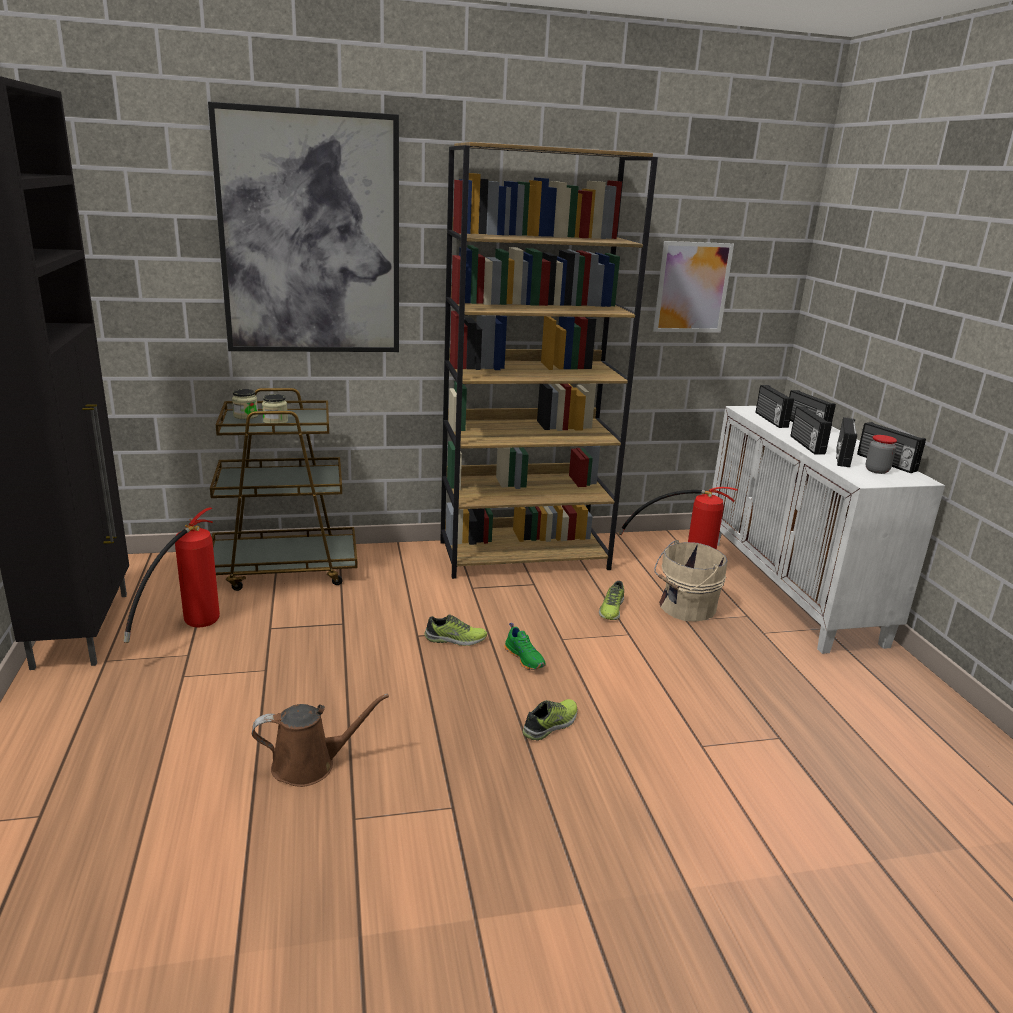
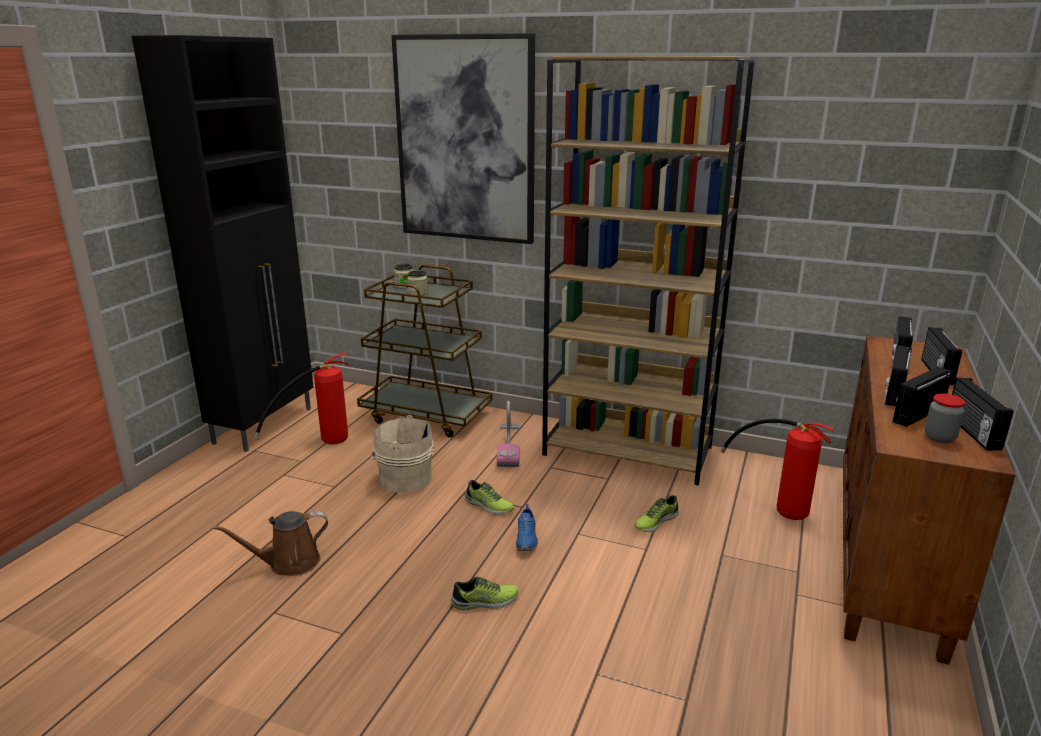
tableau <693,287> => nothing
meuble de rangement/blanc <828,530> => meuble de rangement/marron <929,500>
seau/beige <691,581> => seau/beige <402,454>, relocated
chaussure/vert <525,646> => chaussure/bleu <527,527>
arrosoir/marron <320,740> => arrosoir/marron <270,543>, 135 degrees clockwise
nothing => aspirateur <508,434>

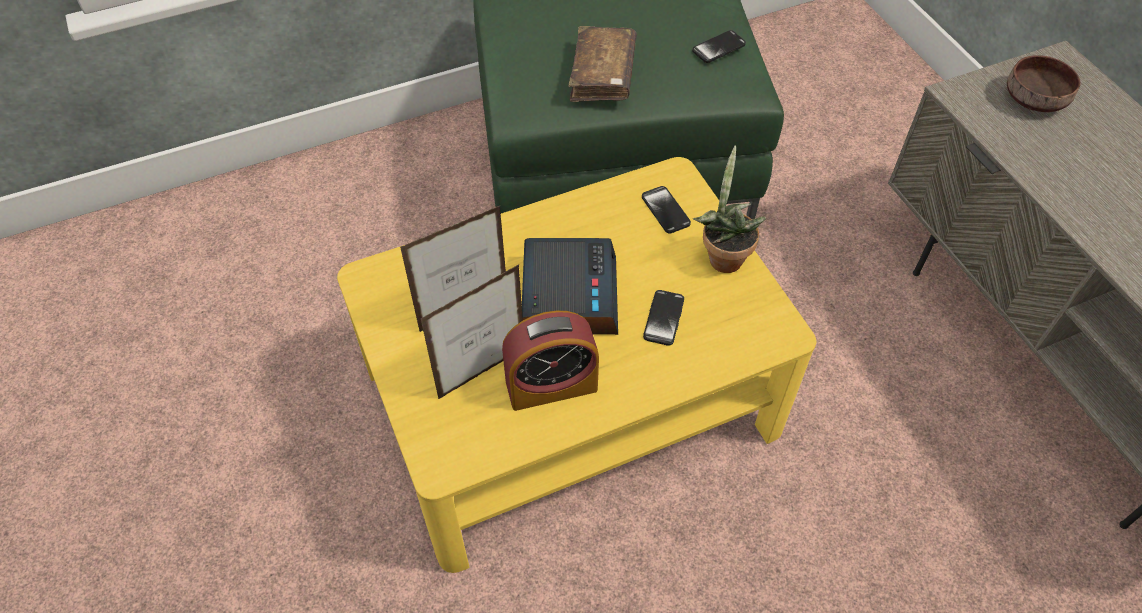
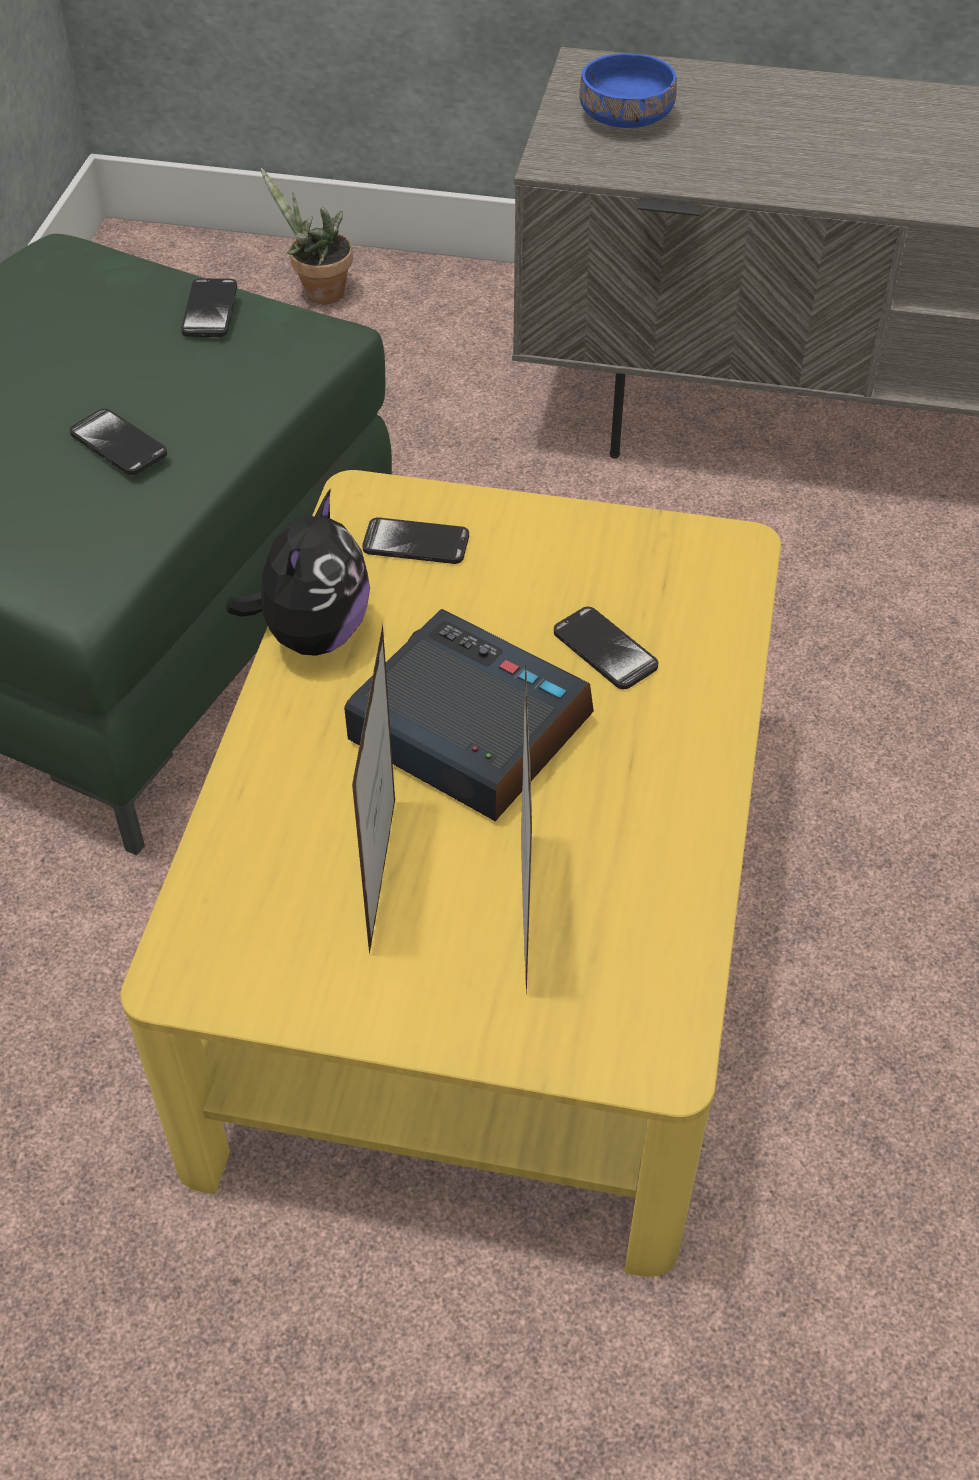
livre/marron <603,64> => téléphone <118,441>
bol/marron <1043,83> => bol/bleu <628,90>
plante en pot <729,209> => plante en pot <306,236>, relocated
réveil <550,361> => nothing
nothing => peluche <298,572>

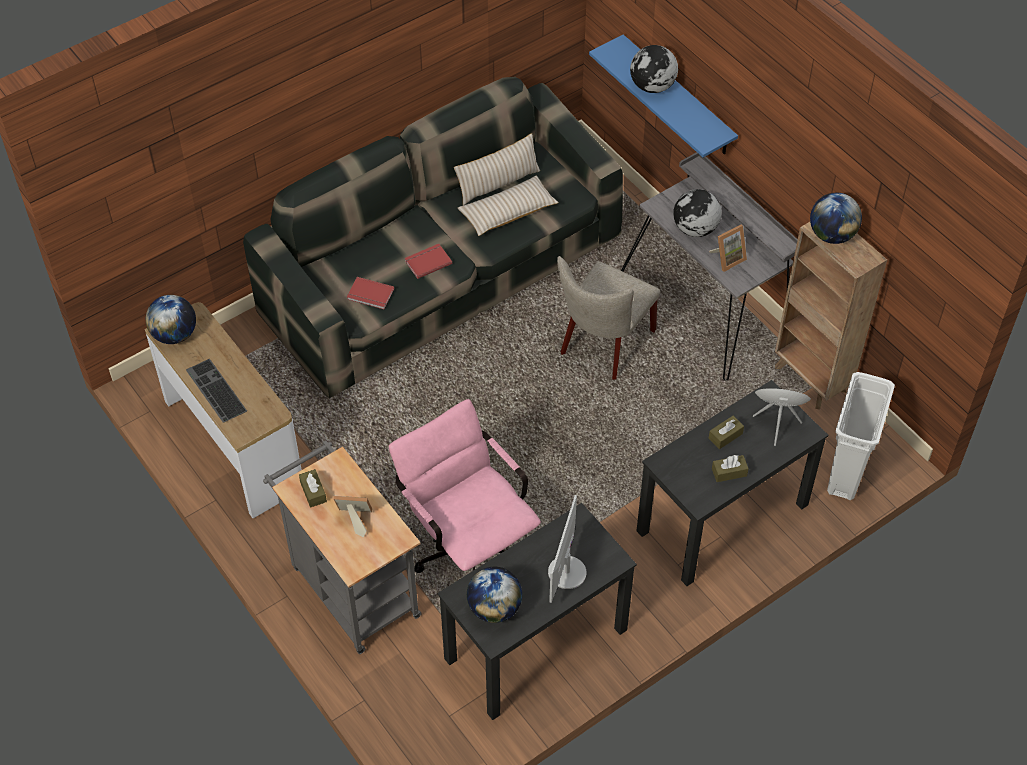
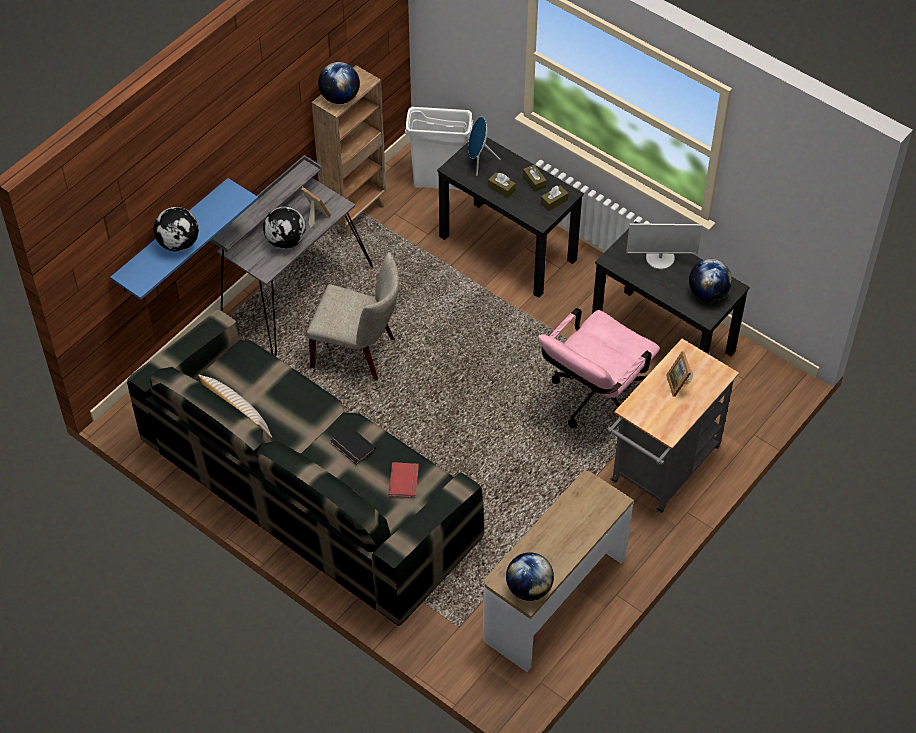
coussin/beige <508,206> => nothing
livre/rouge <428,261> => livre/noir <353,445>
clavier <216,391> => nothing
boîte à mouchoirs/marron <313,488> => boîte à mouchoirs/marron <554,198>, relocated

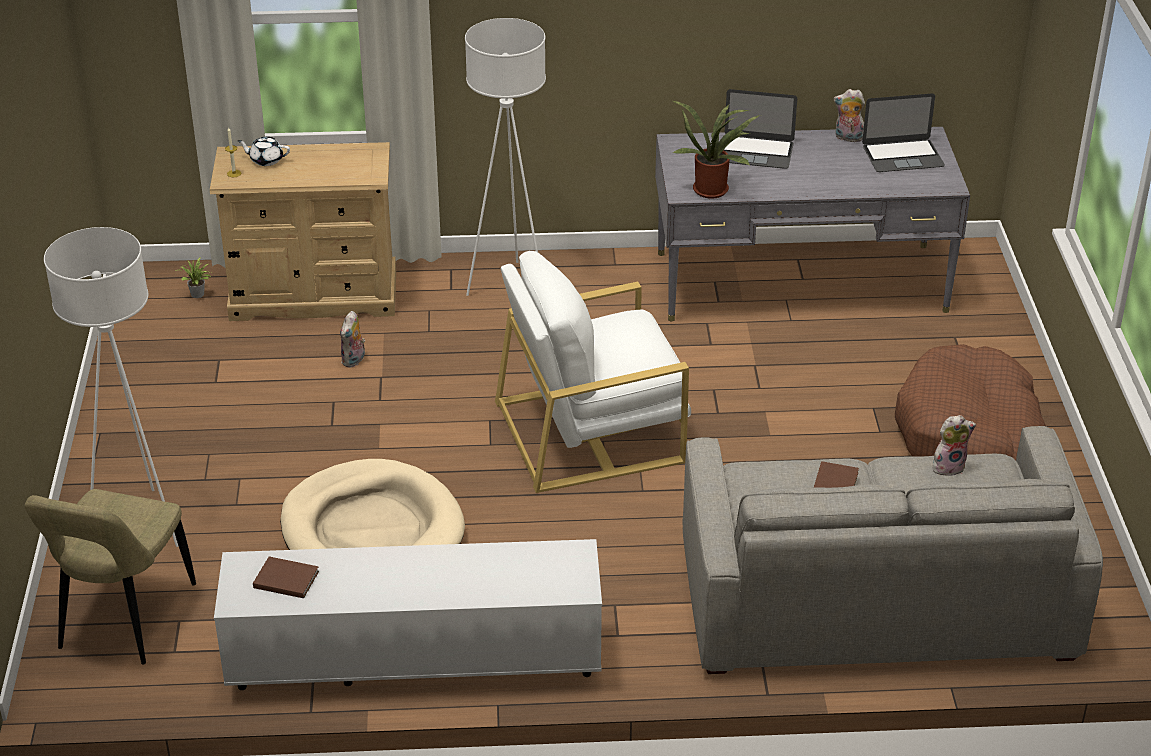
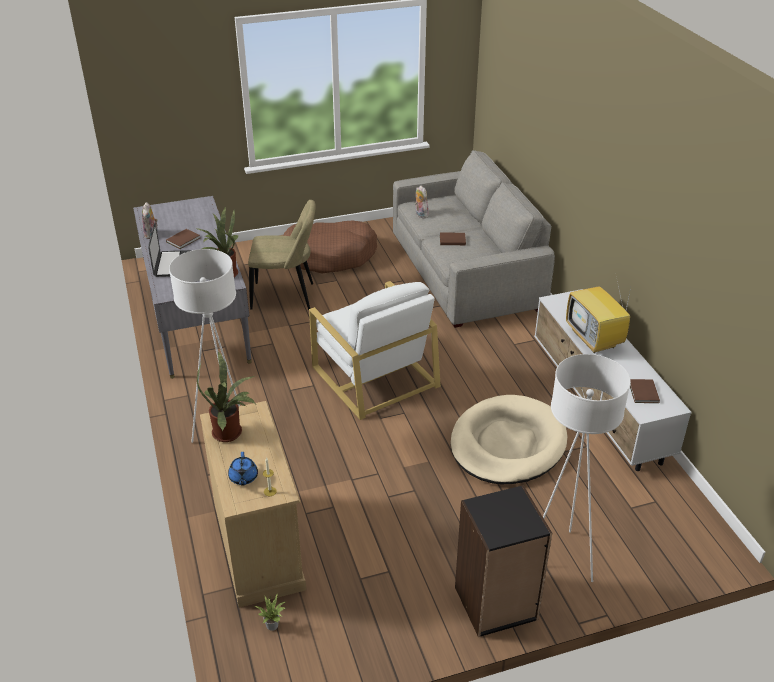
ordinateur portable <903,133> => nothing
théière/blanc <264,151> => théière/bleu <243,469>
peluche <352,339> => nothing
chaise/beige <110,577> => chaise/beige <282,255>, relocated
nothing => livre/marron <183,239>
nothing => téléviseur <598,314>
nothing => plante en pot <226,397>
nothing => bibliothèque/noir <503,561>

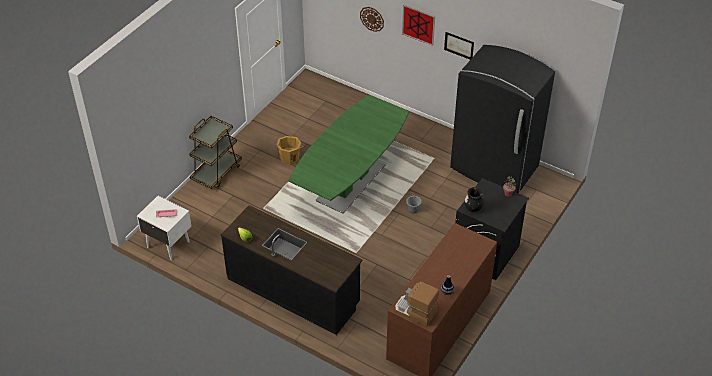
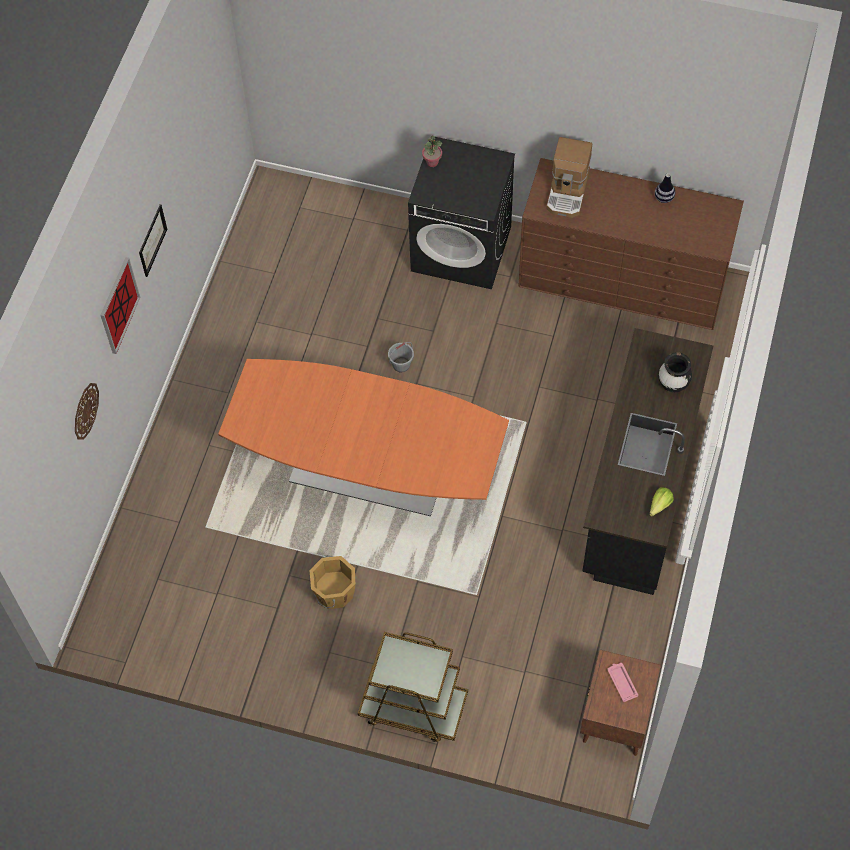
réfrigérateur/noir <502,119> => nothing
table à manger/vert <348,154> => table à manger/orange <363,437>
vase/noir <474,200> => vase/noir <675,372>, relocated
table de chevet/blanc <164,228> => table de chevet/marron <620,703>
machine à café <417,304> => machine à café <569,177>, relocated

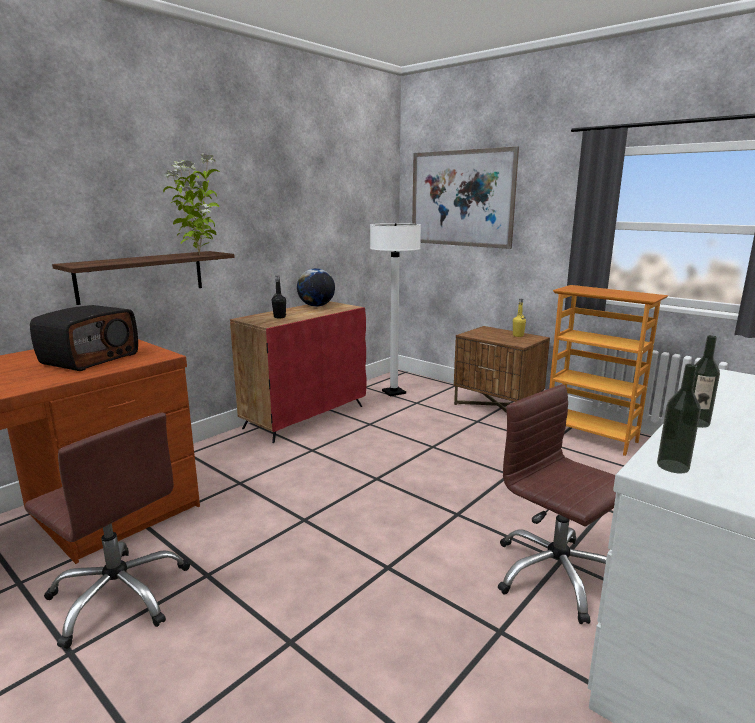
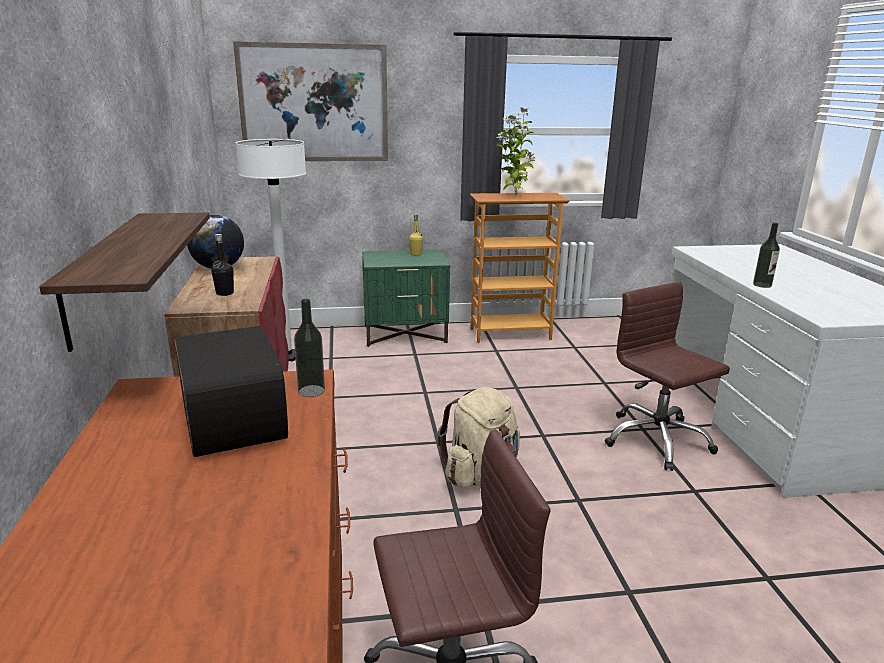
plante en pot <191,204> => plante en pot <516,151>, relocated
table de chevet/marron <502,369> => table de chevet/vert <406,298>
bouteille <679,418> => bouteille <309,348>, relocated
chaise de bureau/marron <557,504> => chaise de bureau/marron <667,376>, 60 degrees clockwise
nothing => sac à dos/beige <479,438>

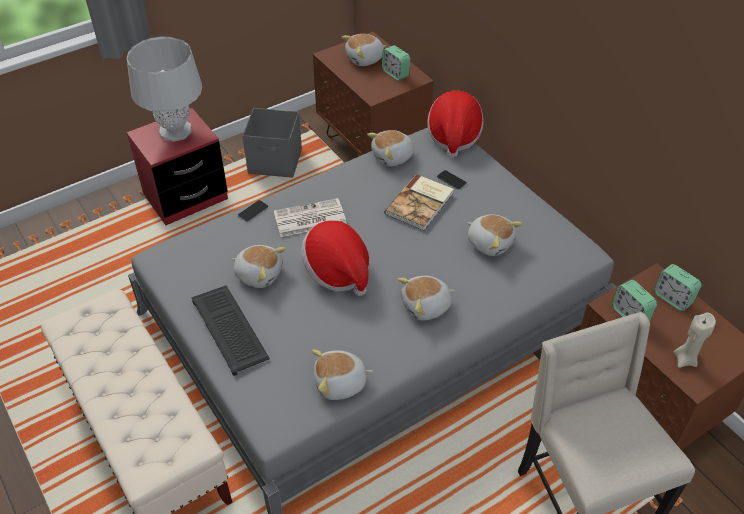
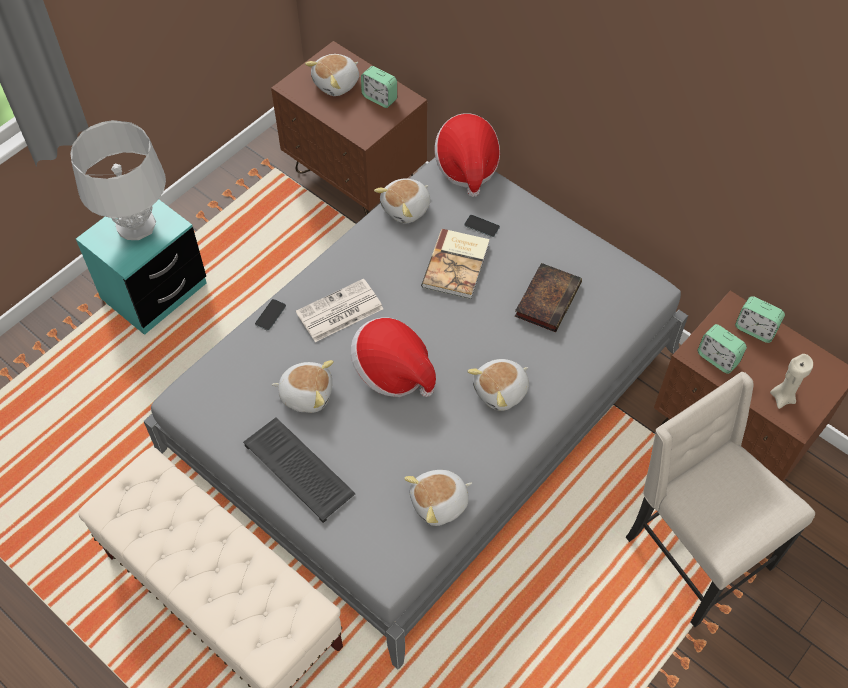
table de chevet/rouge <177,166> => table de chevet/turquoise <141,267>
boîte de rangement/gris <272,143> => nothing
peluche <495,235> => livre <548,297>

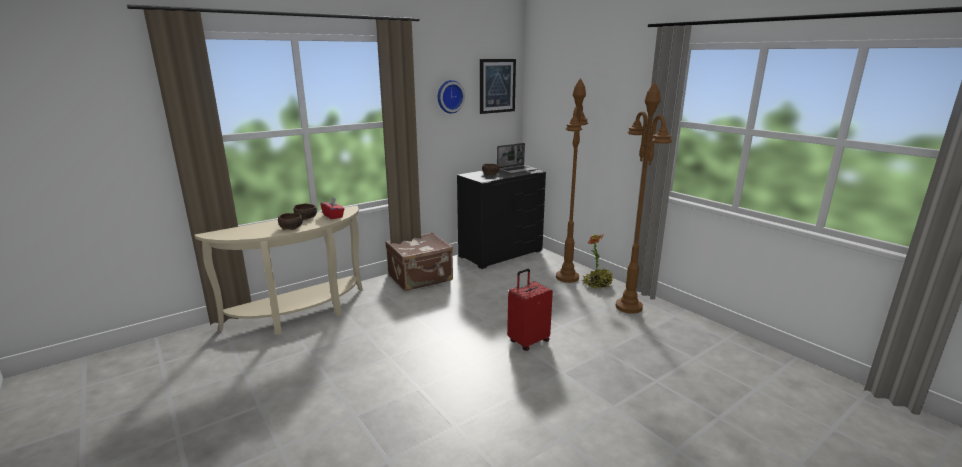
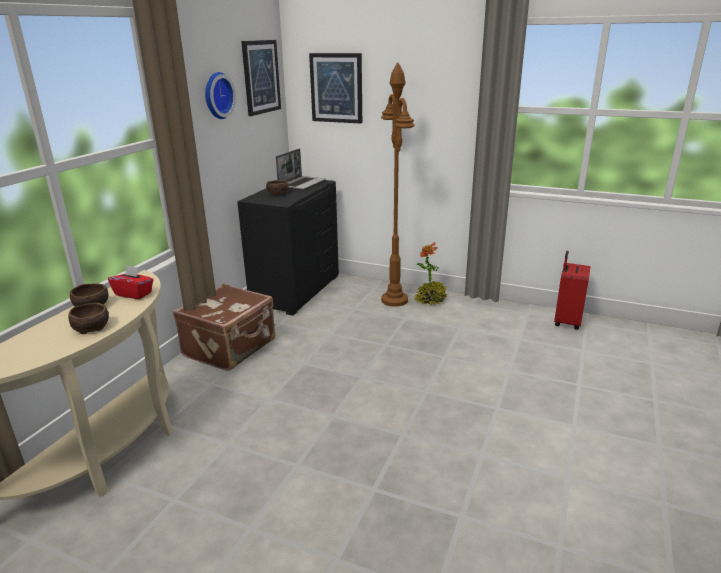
lampadaire/marron <644,198> => nothing
valise/rouge <530,310> => valise/rouge <572,290>, relocated
nothing => tableau <335,88>

